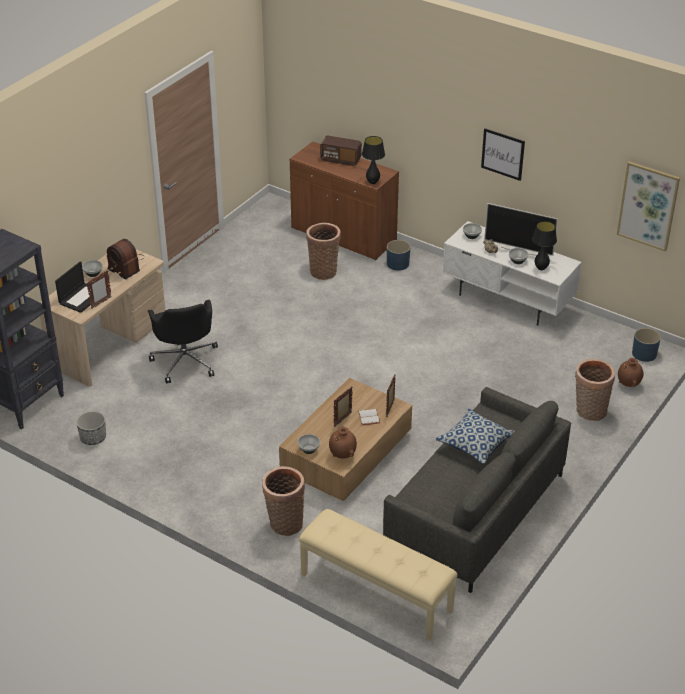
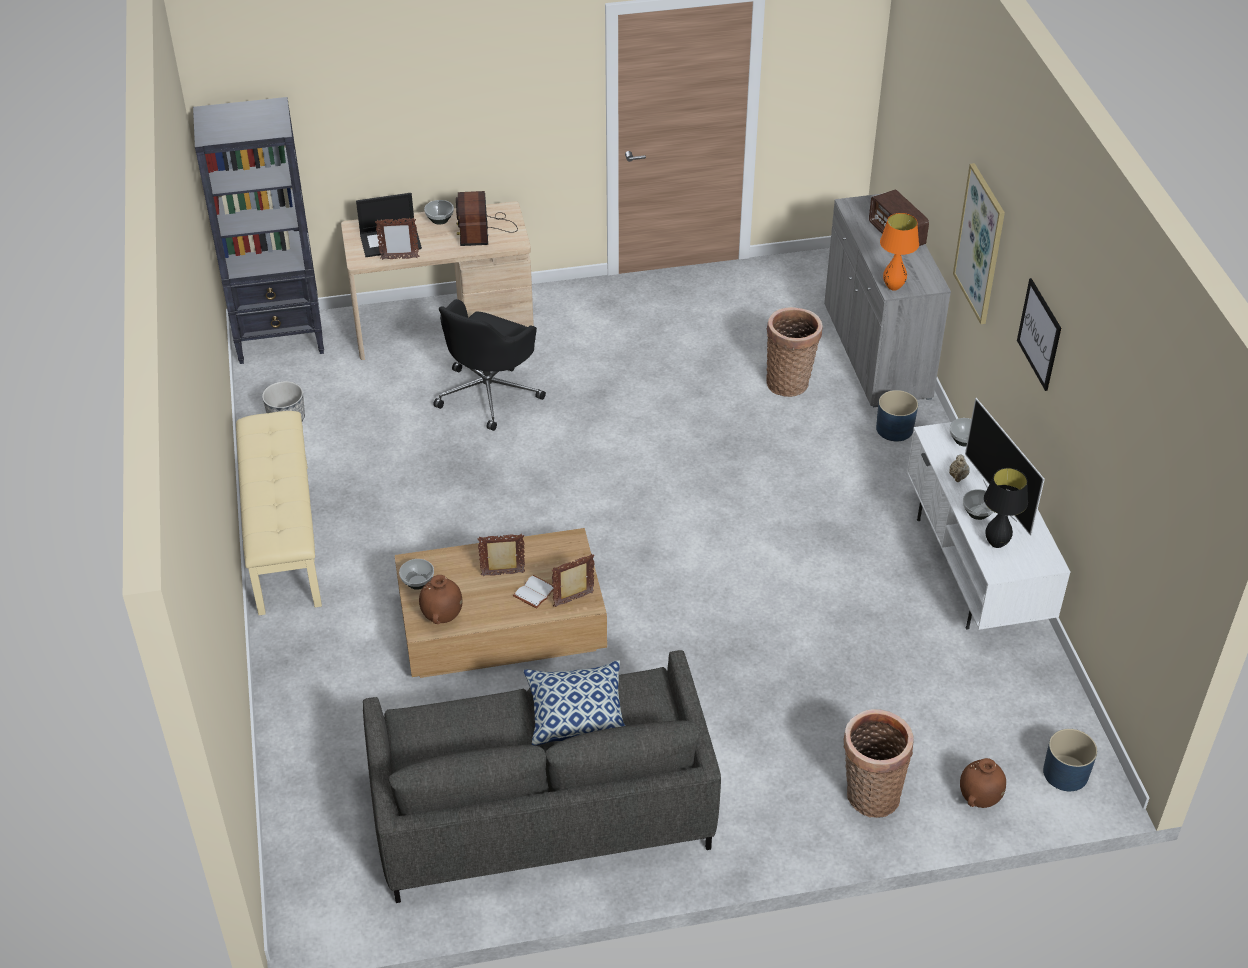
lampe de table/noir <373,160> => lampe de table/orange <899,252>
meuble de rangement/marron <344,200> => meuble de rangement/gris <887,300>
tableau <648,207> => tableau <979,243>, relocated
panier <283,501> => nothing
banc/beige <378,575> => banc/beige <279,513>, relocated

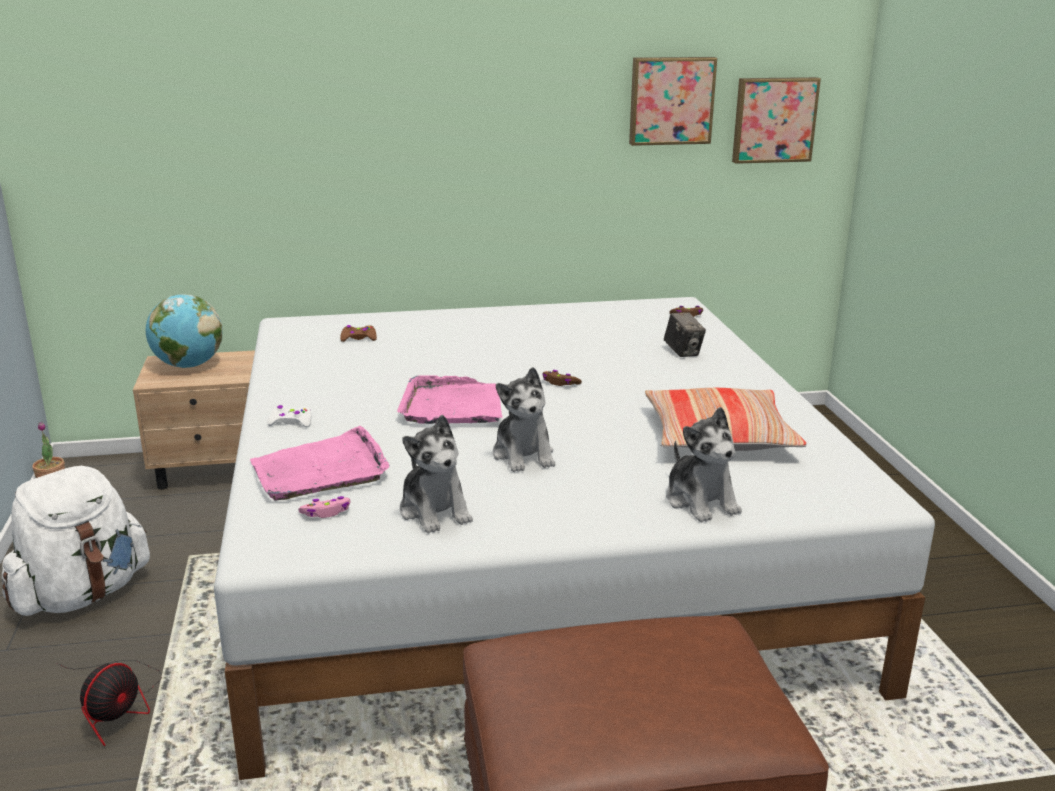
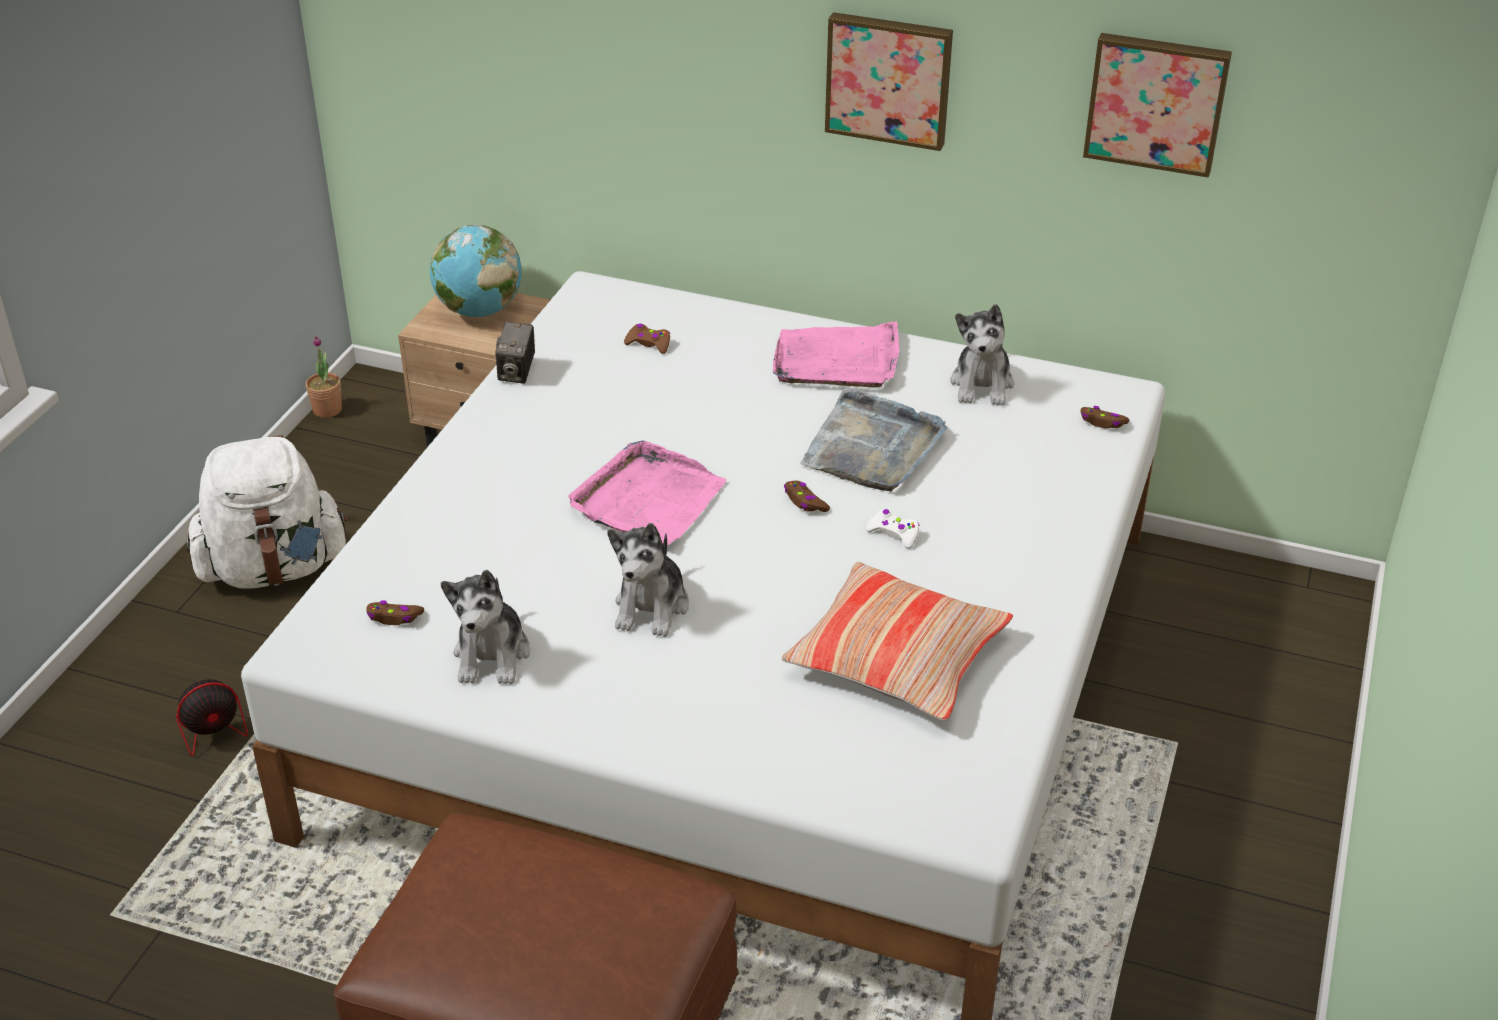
tableau <776,120> => tableau <889,81>, relocated
appareil photo <685,334> => appareil photo <515,352>, relocated
manette/blanc <289,416> => manette/blanc <893,529>, relocated
peluche <704,464> => peluche <982,355>, relocated
plateau/rose <320,463> => plateau/rose <836,354>, relocated
manette/rose <324,507> => manette/marron <395,612>
nothing => plateau/gris <873,440>

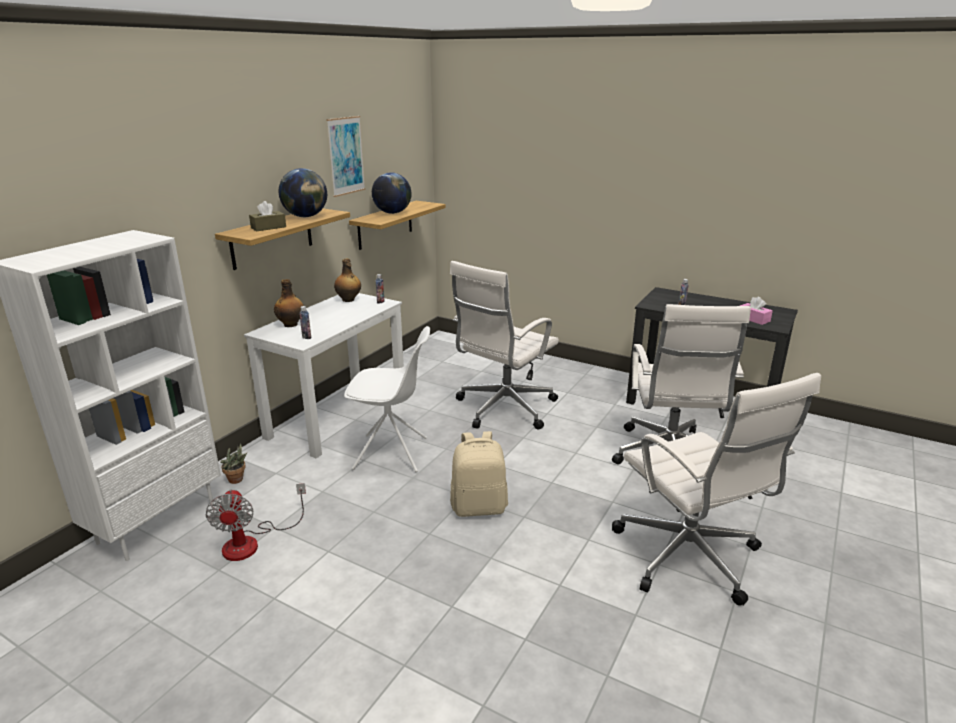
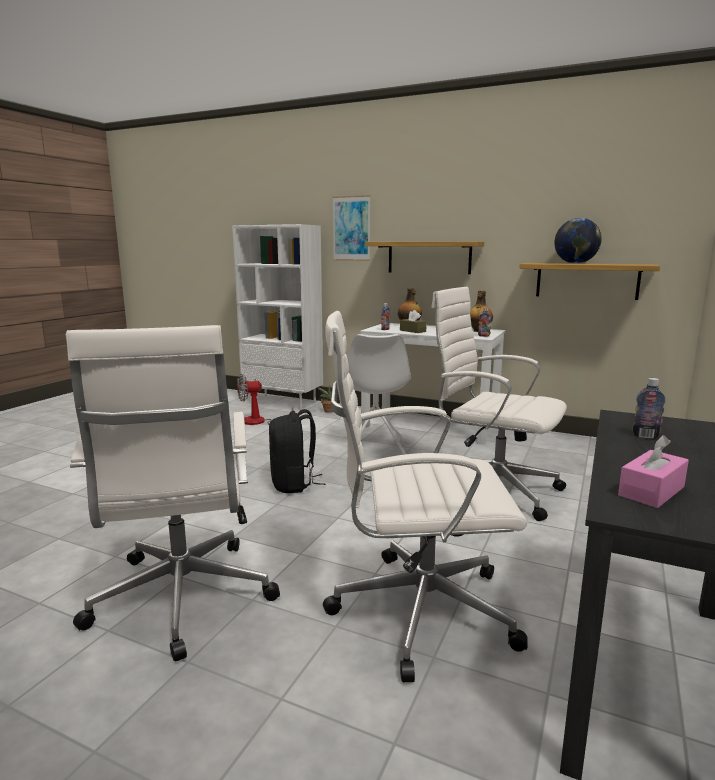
tableau <345,156> => tableau <351,228>, relocated
globe <303,192> => nothing
boîte à mouchoirs/marron <267,216> => boîte à mouchoirs/marron <413,321>, relocated
chaise de bureau/blanc <716,489> => chaise de bureau/blanc <173,493>, 75 degrees counterclockwise
sac à dos/beige <479,474> => sac à dos/noir <297,451>

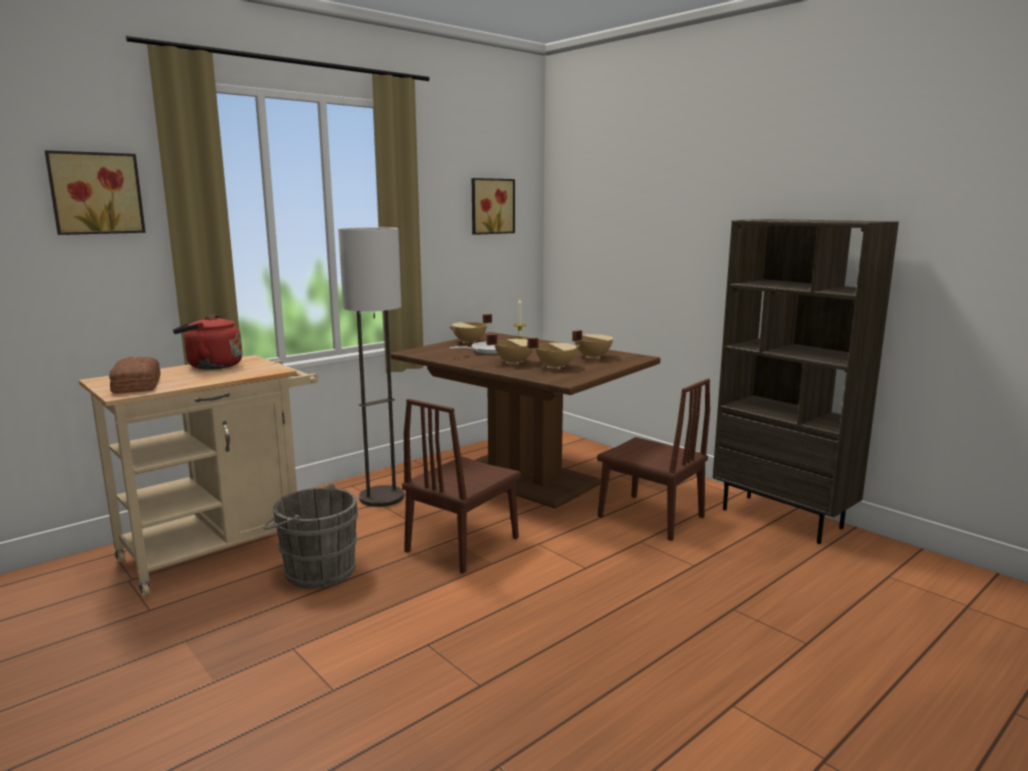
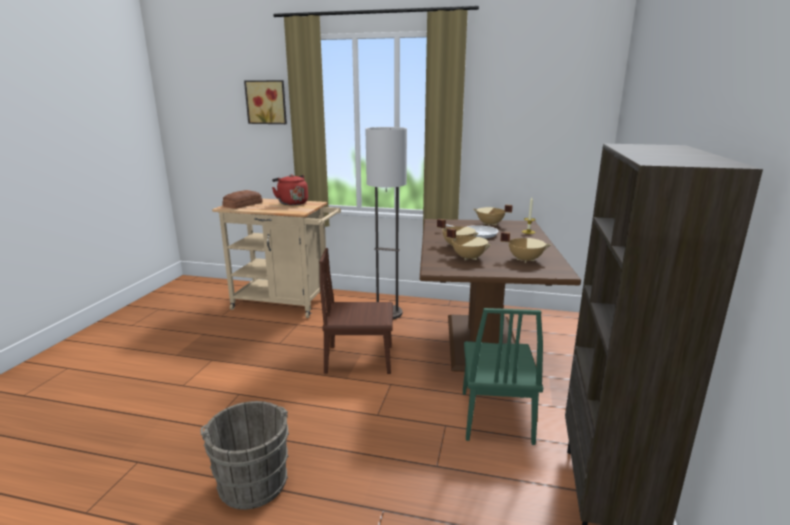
tableau <493,206> => nothing
chaise/marron <653,460> => chaise/vert <503,376>
seau/gris <310,536> => seau/gris <245,455>, relocated

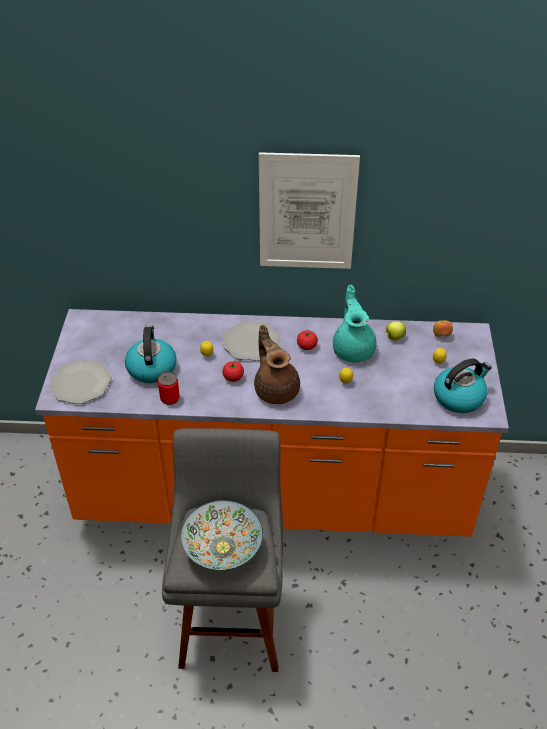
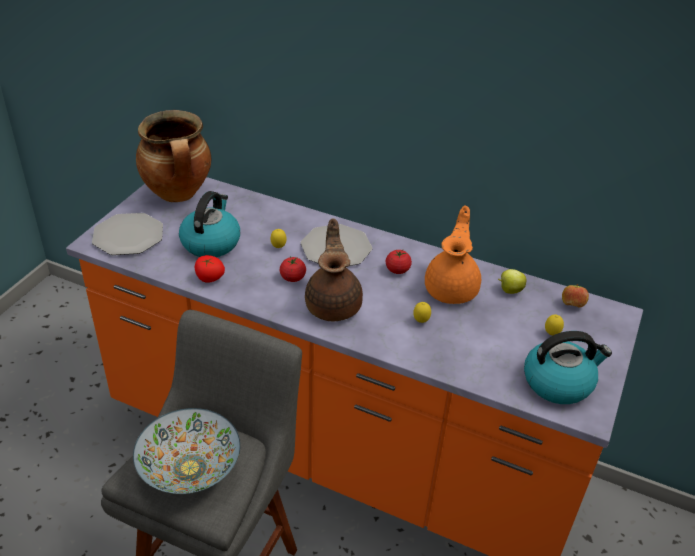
tableau <309,210> => nothing
théière/turquoise <355,324> => théière/orange <453,255>
boîte métallique <169,388> => tomate <210,269>
nothing => marmite <173,156>

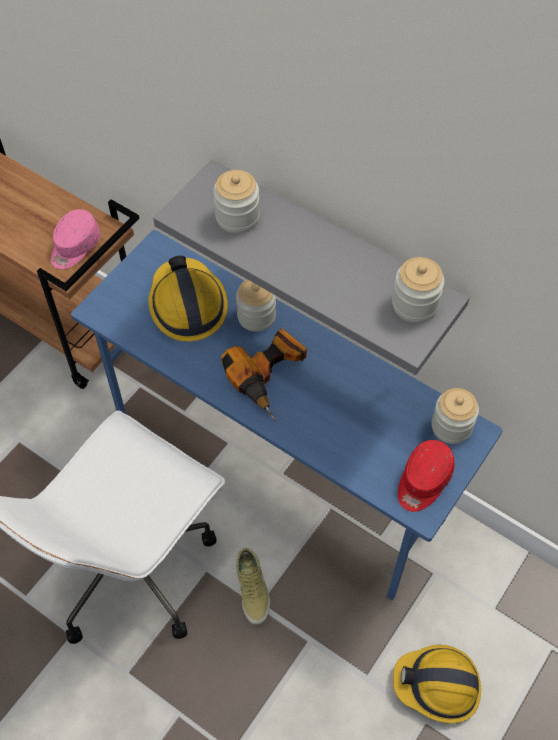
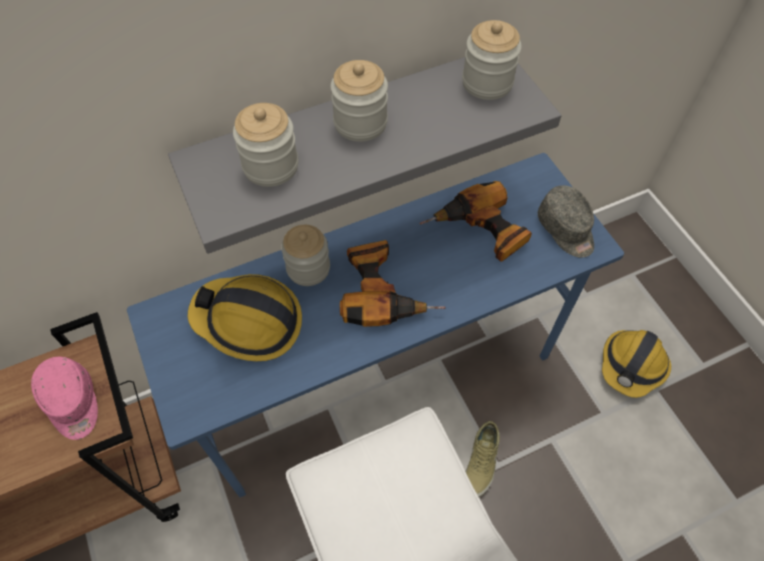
bocal <455,416> => bocal <359,101>, relocated
casquette/rouge <426,476> => casquette/gris <566,221>
chaussure/beige <253,586> => chaussure/beige <482,459>, 90 degrees clockwise
nothing => perceuse <475,221>

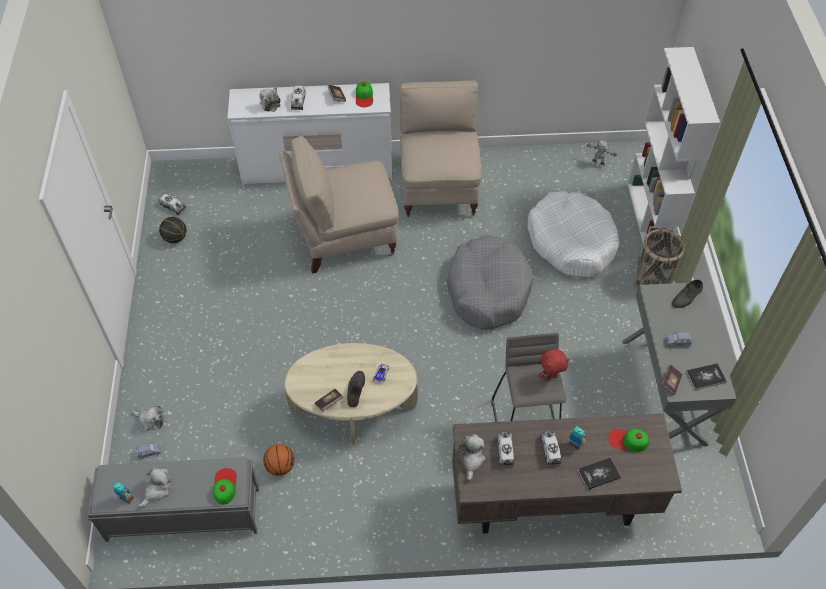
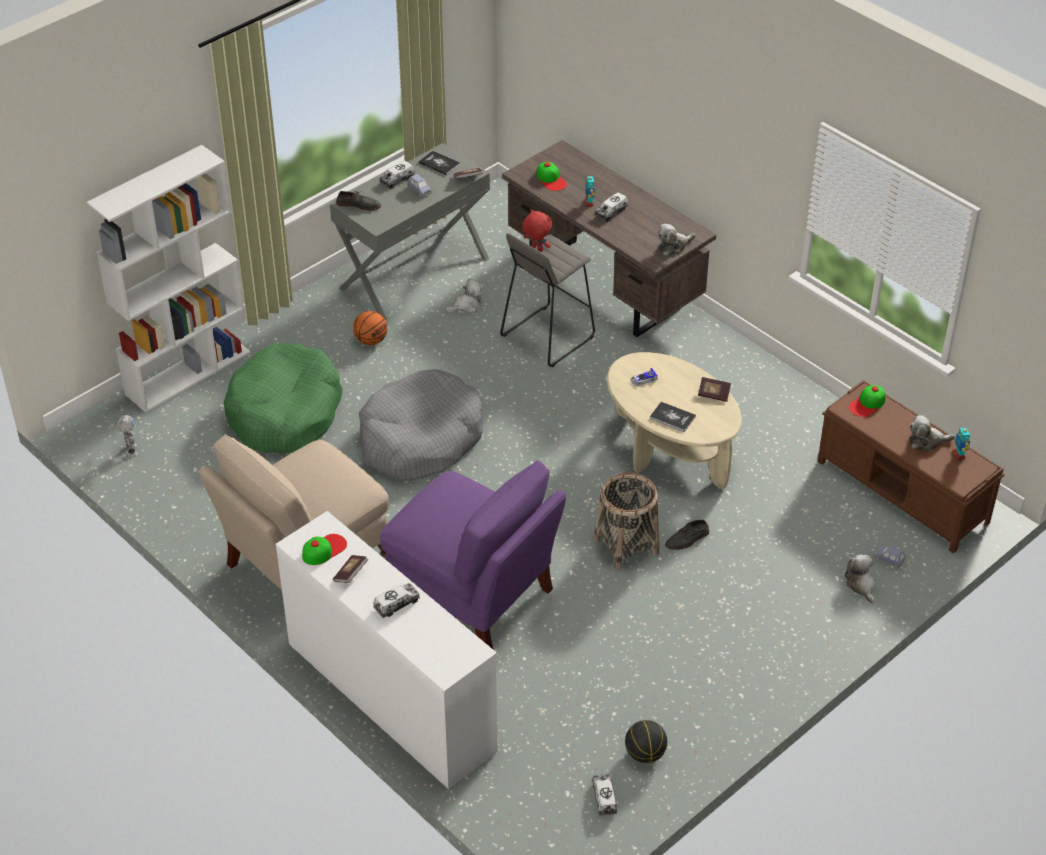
peluche <270,99> => peluche <464,296>, relocated
chaise/beige <339,205> => chaise/violet <473,555>
panier pour chien/blanc <573,234> => panier pour chien/vert <283,398>
panier <659,258> => panier <626,521>, relocated
chaussure/gris <356,389> => chaussure/gris <687,535>, relocated
camion jouet <505,449> => camion jouet <397,175>, relocated
ballon de basket <279,460> => ballon de basket <370,328>, relocated
livre <599,473> => livre <673,417>, relocated
banc/gris <173,500> => banc/marron <911,466>

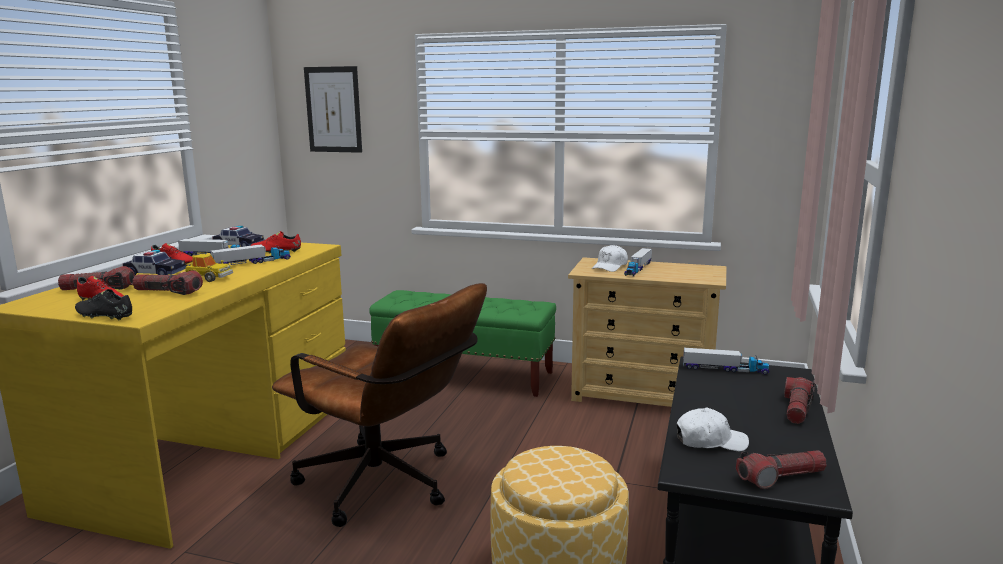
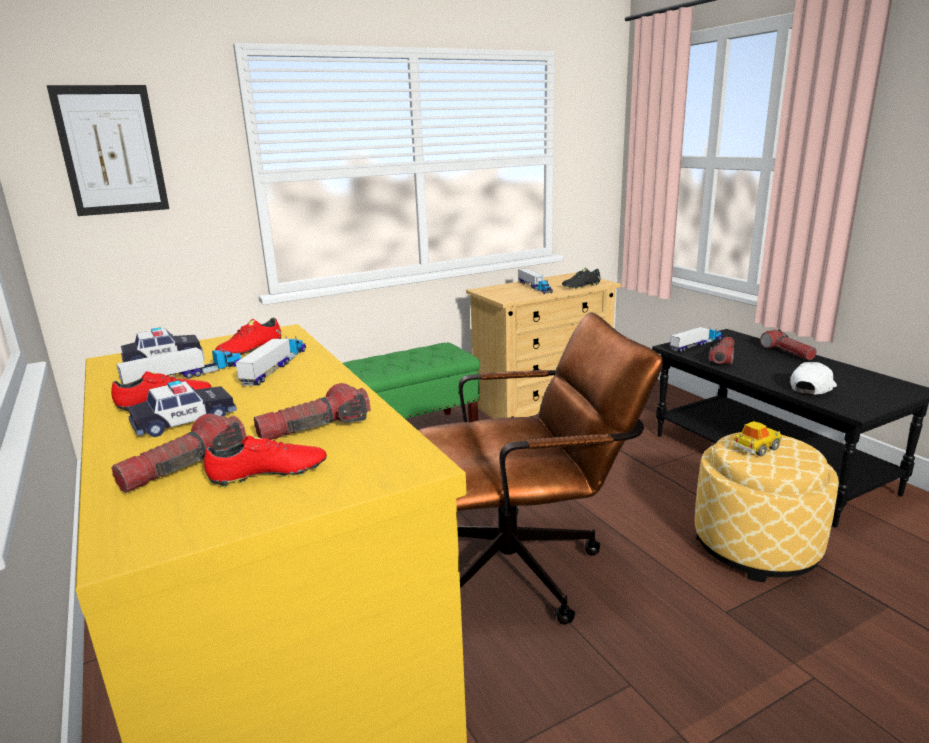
casquette/blanc <610,258> => nothing
petite voiture <209,268> => petite voiture <758,438>, relocated
chaussure/noir <103,304> => chaussure/noir <581,278>, relocated
lampe de poche <781,469> => lampe de poche <721,350>, relocated

